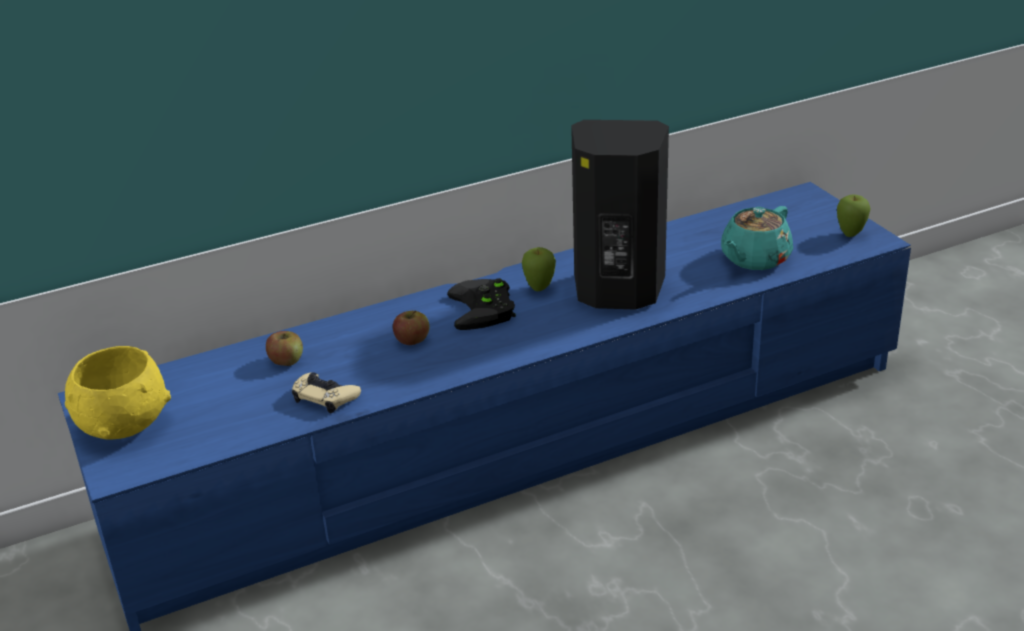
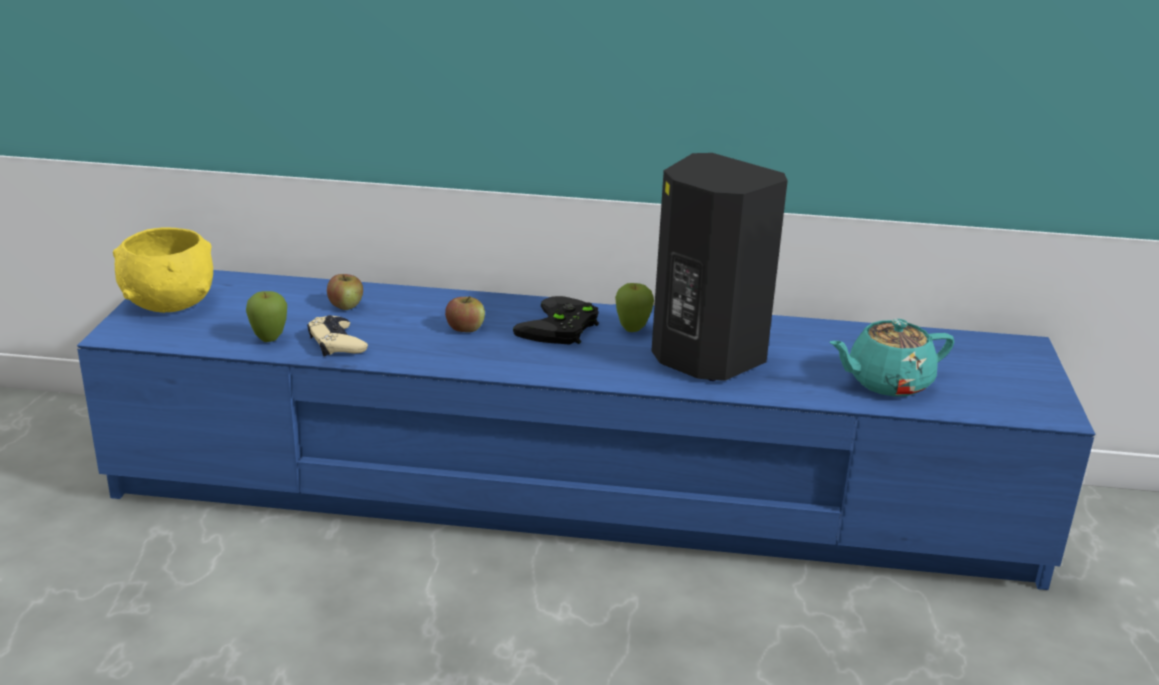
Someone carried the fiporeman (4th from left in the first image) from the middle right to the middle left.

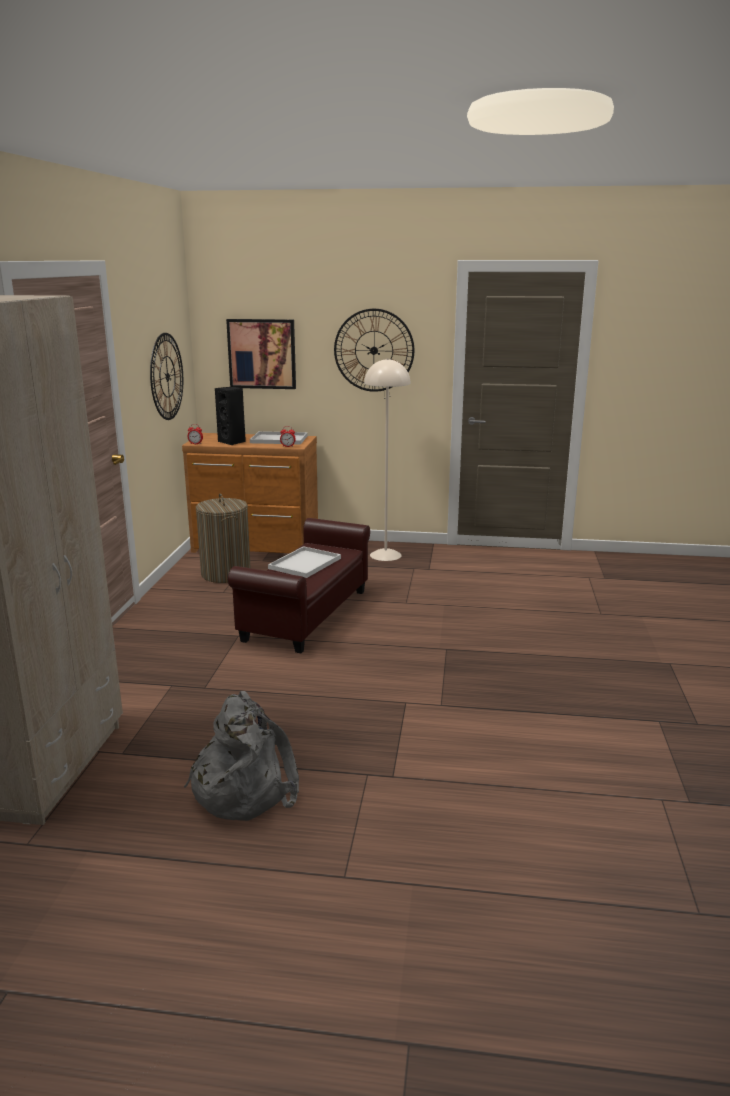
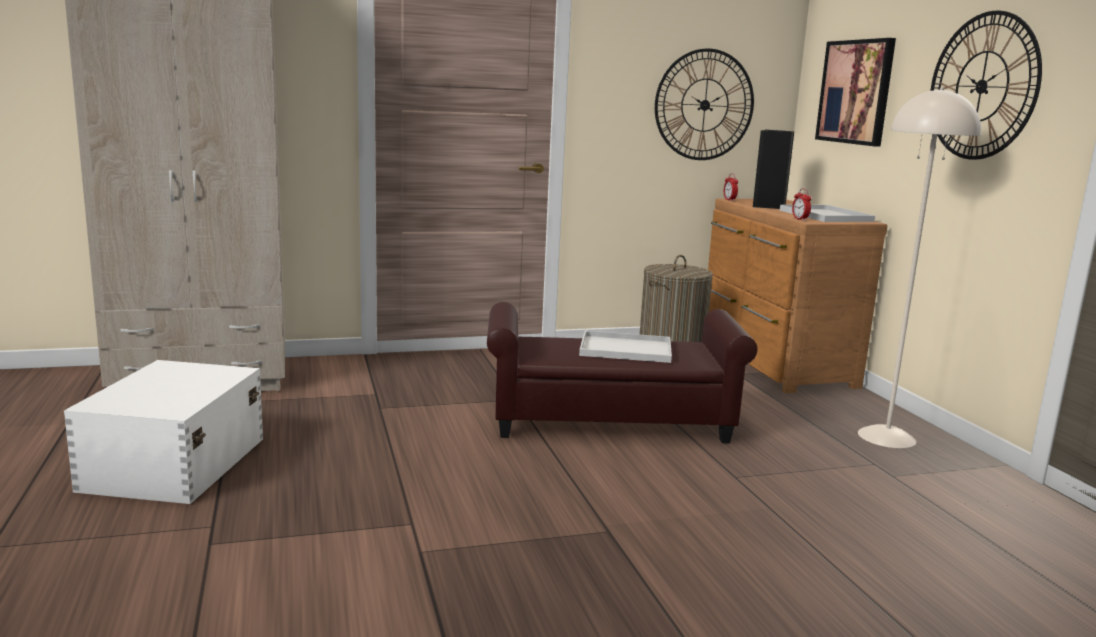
Someone swapped the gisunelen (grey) at the bottom left for the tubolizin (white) at the bottom left.

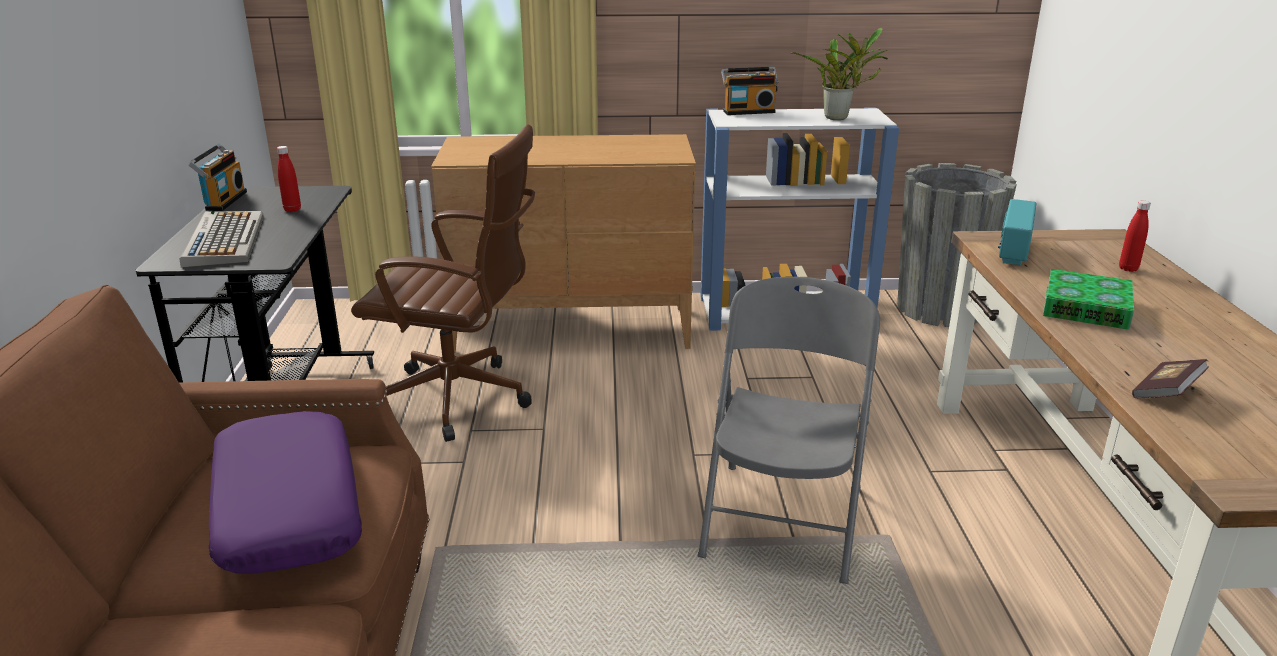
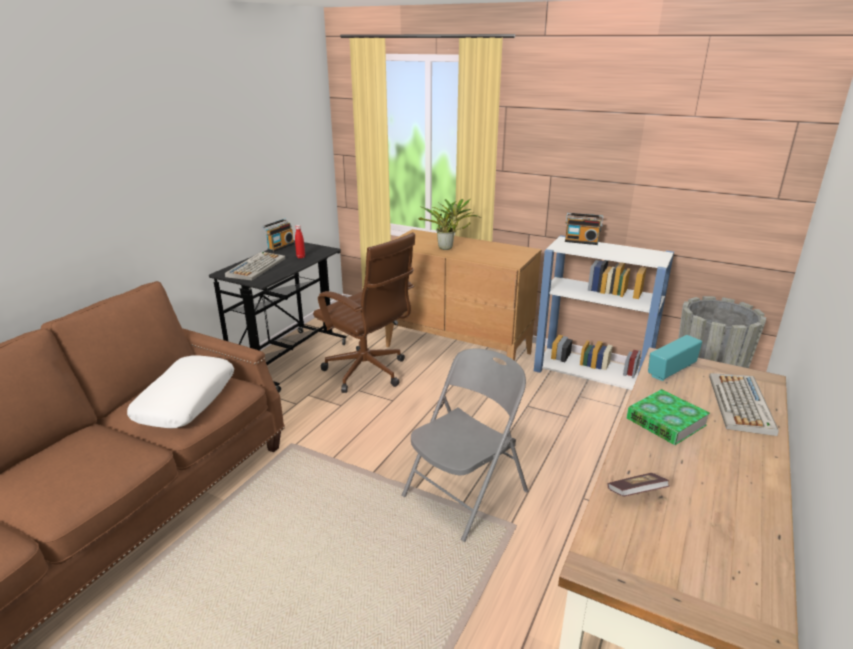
Someone carried the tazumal from the top centre to the centre. Someone swapped the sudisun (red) (2nd from left) at the middle right for the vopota (2nd from left) at the middle right. Someone repainted the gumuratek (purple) at the bottom left, which became the gumuratek (white) at the middle left.

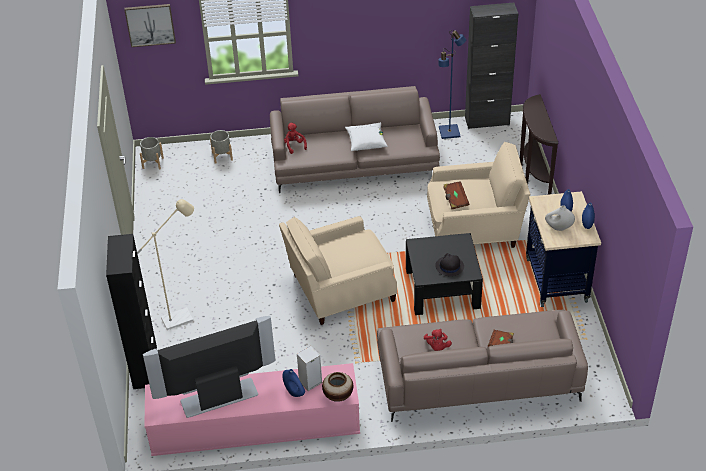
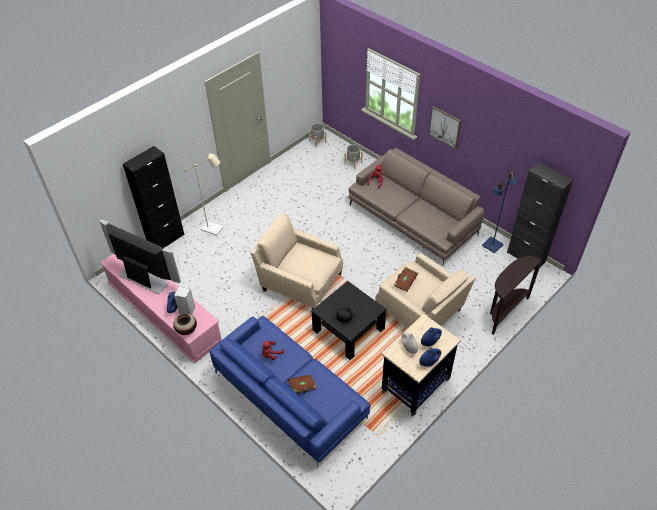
Someone carried the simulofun from the top left to the top right. Someone took away the gumuratek (white) at the top centre. Someone repainted the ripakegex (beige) (2nd from left) at the bottom right, which became the ripakegex (blue) at the bottom centre.

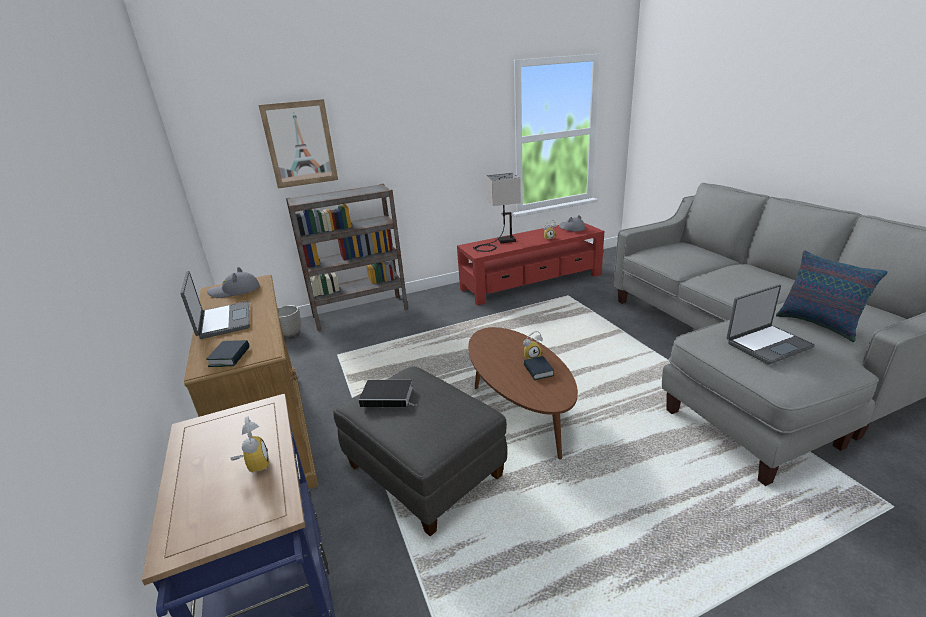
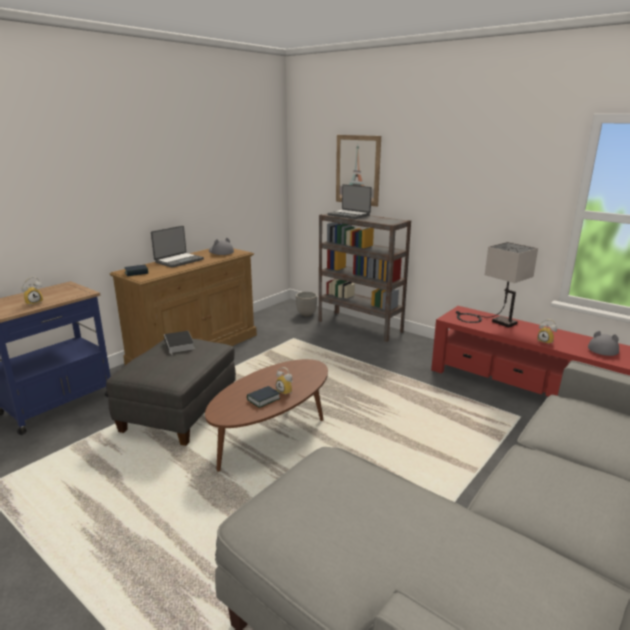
Someone took away the gumuratek (blue) at the middle right. Someone carried the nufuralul (2nd from left) from the middle right to the top centre.

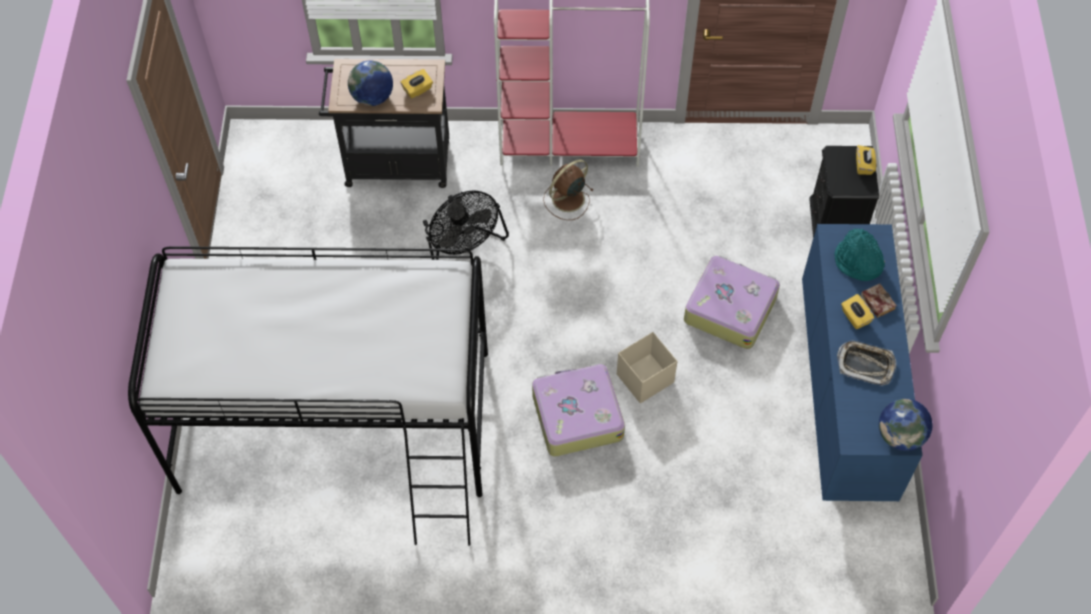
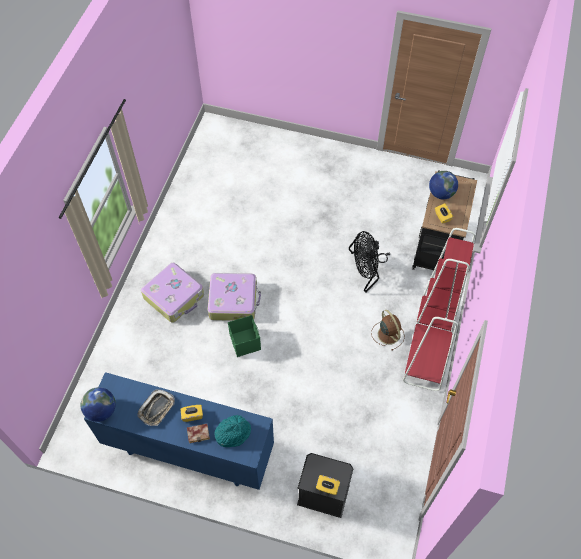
Someone took away the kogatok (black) at the middle left. Someone carried the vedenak (2nd from left in the first image) from the middle right to the middle left. Someone repainted the tubolizin (beige) at the centre, which became the tubolizin (green) at the centre.

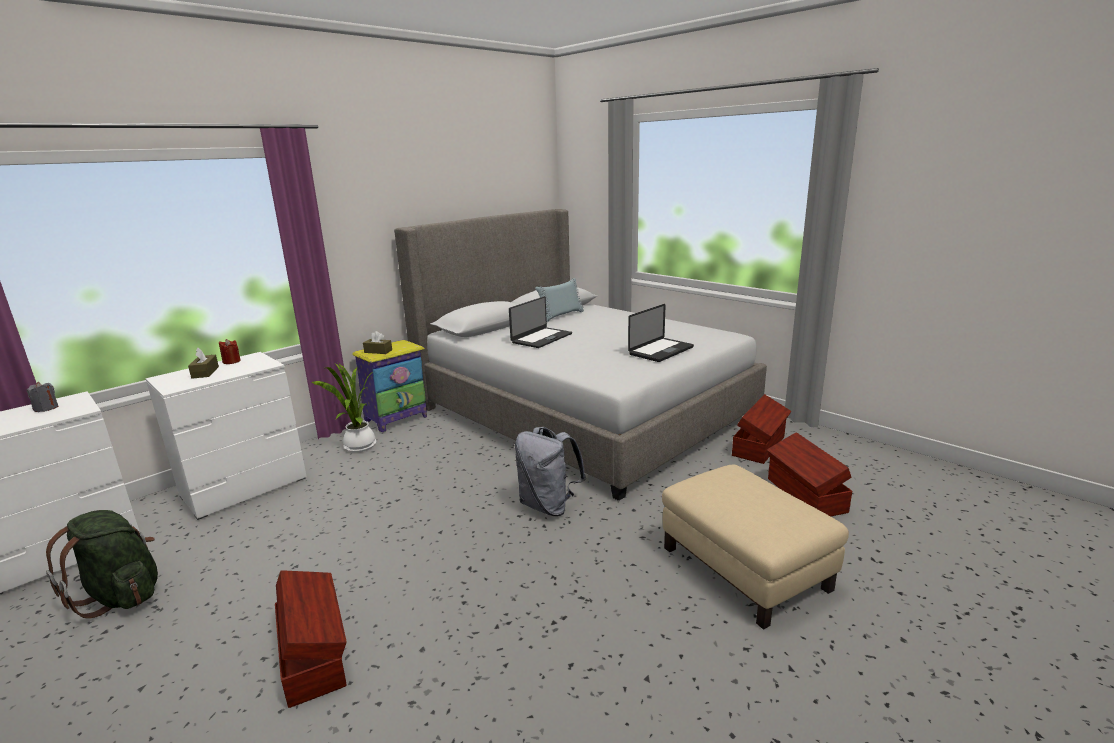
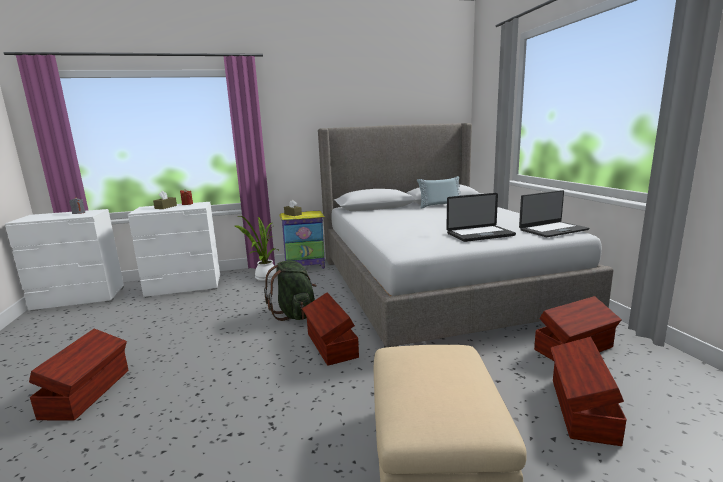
Someone carried the nufuralul (1st from left in the first image) from the centre to the middle right. Someone swapped the gisunelen (grey) at the centre for the tubolizin (brown) (2nd from left) at the bottom centre. Someone carried the gisunelen (green) from the bottom left to the centre.

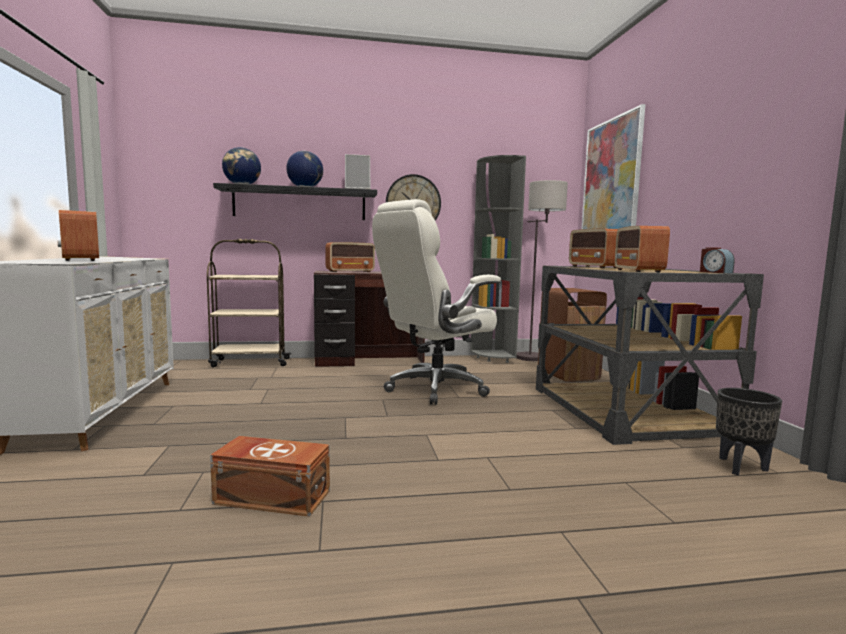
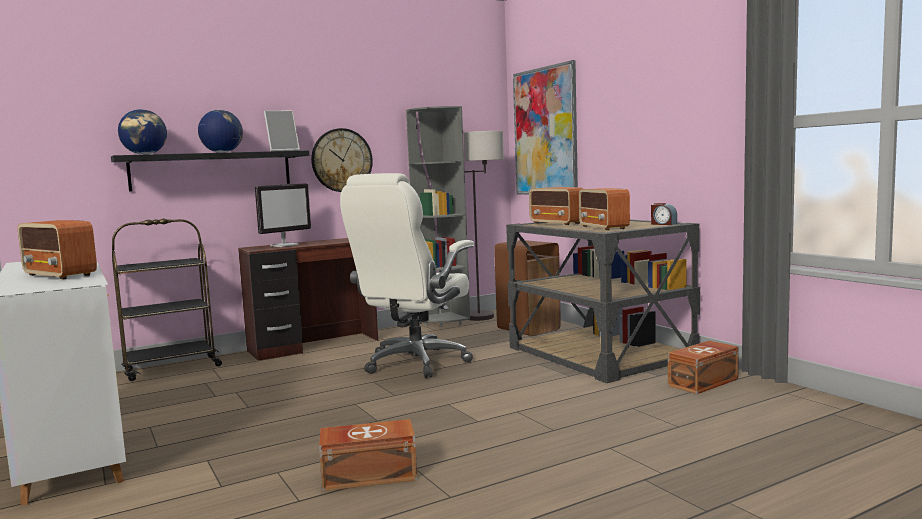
Someone repainted the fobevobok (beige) at the middle left, which became the fobevobok (black) at the middle left. Someone swapped the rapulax (2nd from left) at the centre for the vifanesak at the middle left. Someone swapped the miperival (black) at the bottom right for the tubolizin (brown) (2nd from left) at the bottom right.

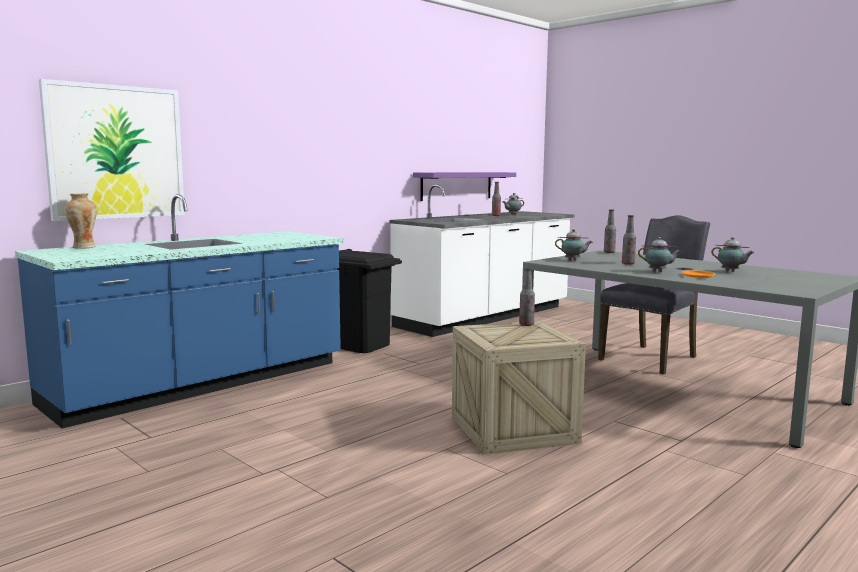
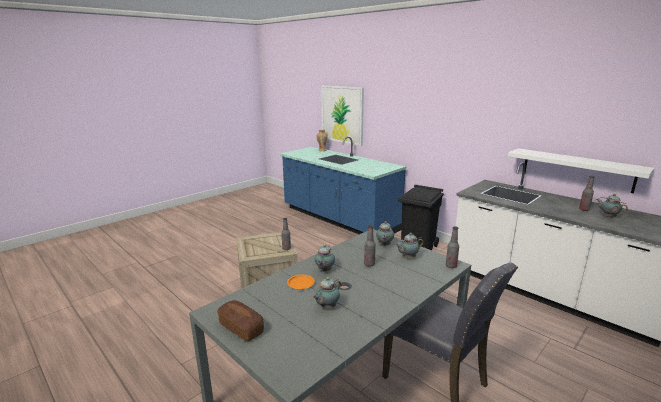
Someone repainted the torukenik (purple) at the top centre, which became the torukenik (white) at the middle right. Someone put down the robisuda (4th from left) at the centre. Someone put down the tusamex at the bottom centre.

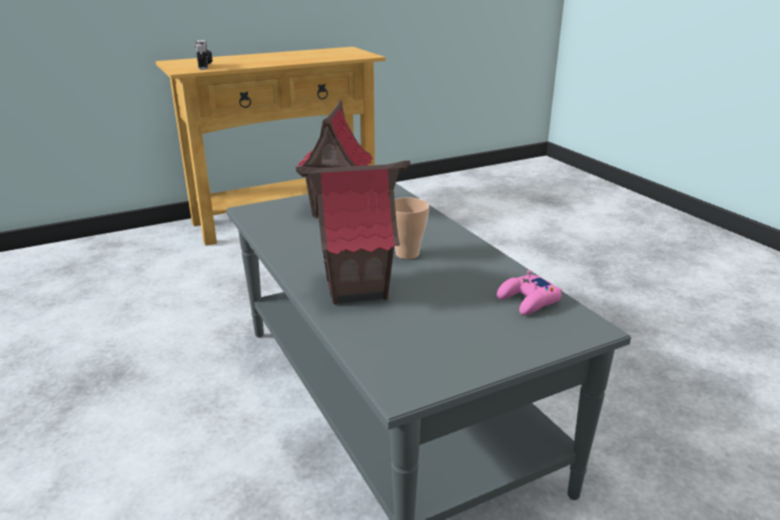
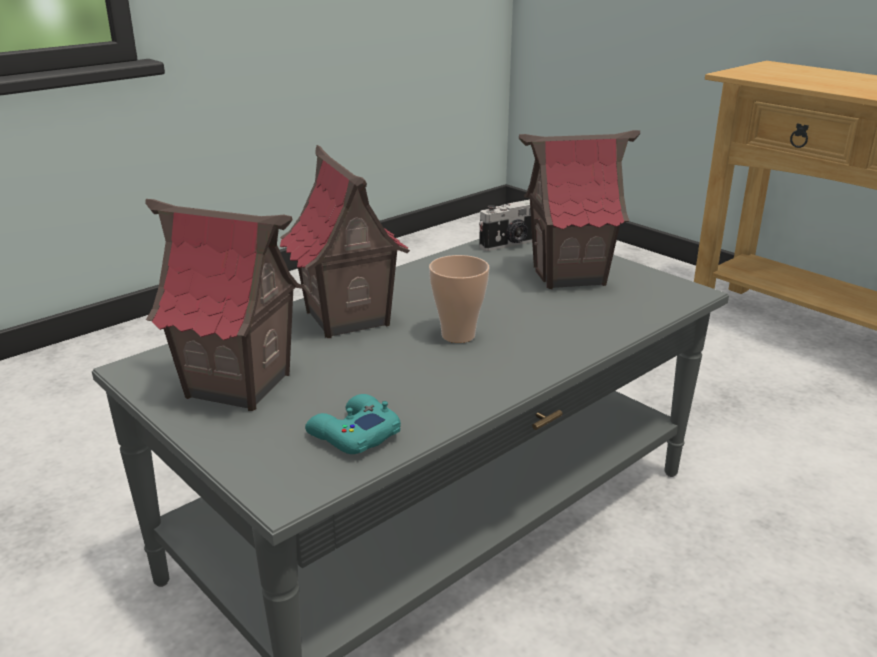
Someone carried the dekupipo from the top left to the centre. Someone repainted the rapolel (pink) at the middle right, which became the rapolel (turquoise) at the centre. Someone put down the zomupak (1st from left) at the middle left.

